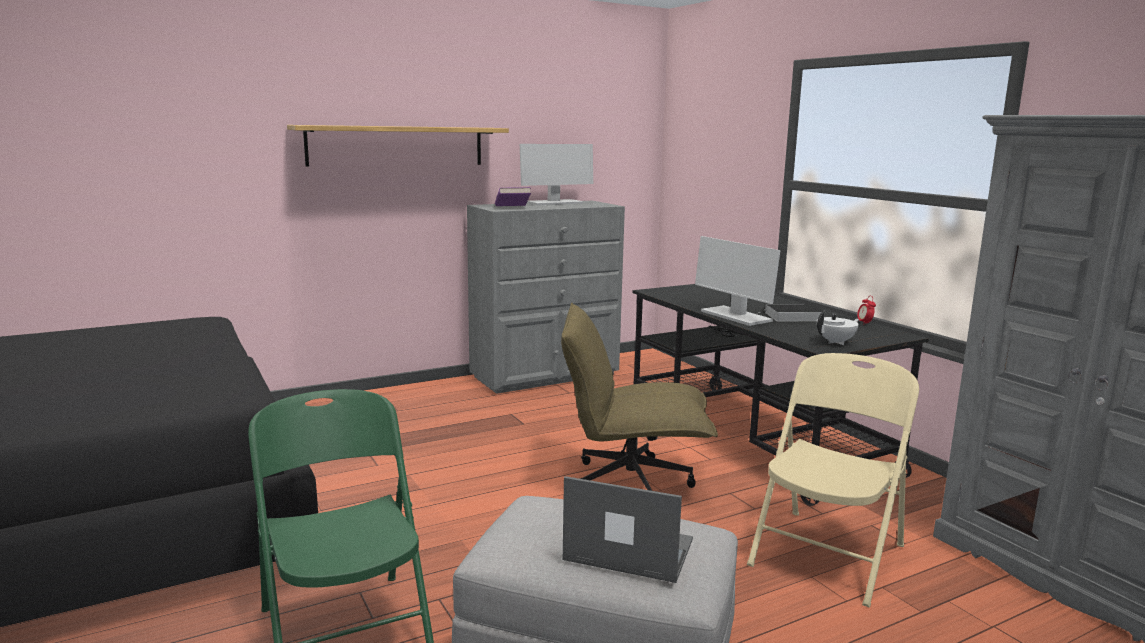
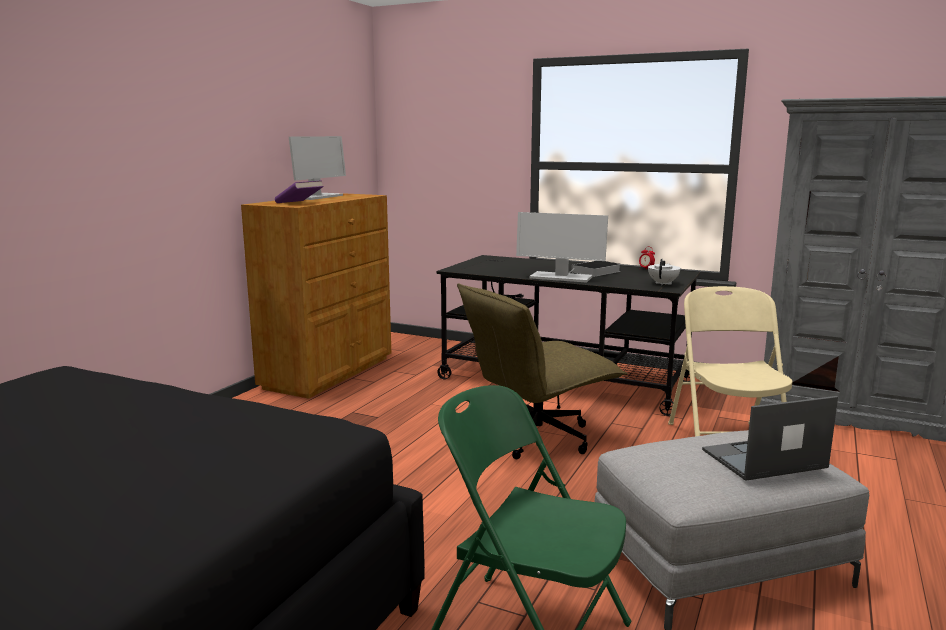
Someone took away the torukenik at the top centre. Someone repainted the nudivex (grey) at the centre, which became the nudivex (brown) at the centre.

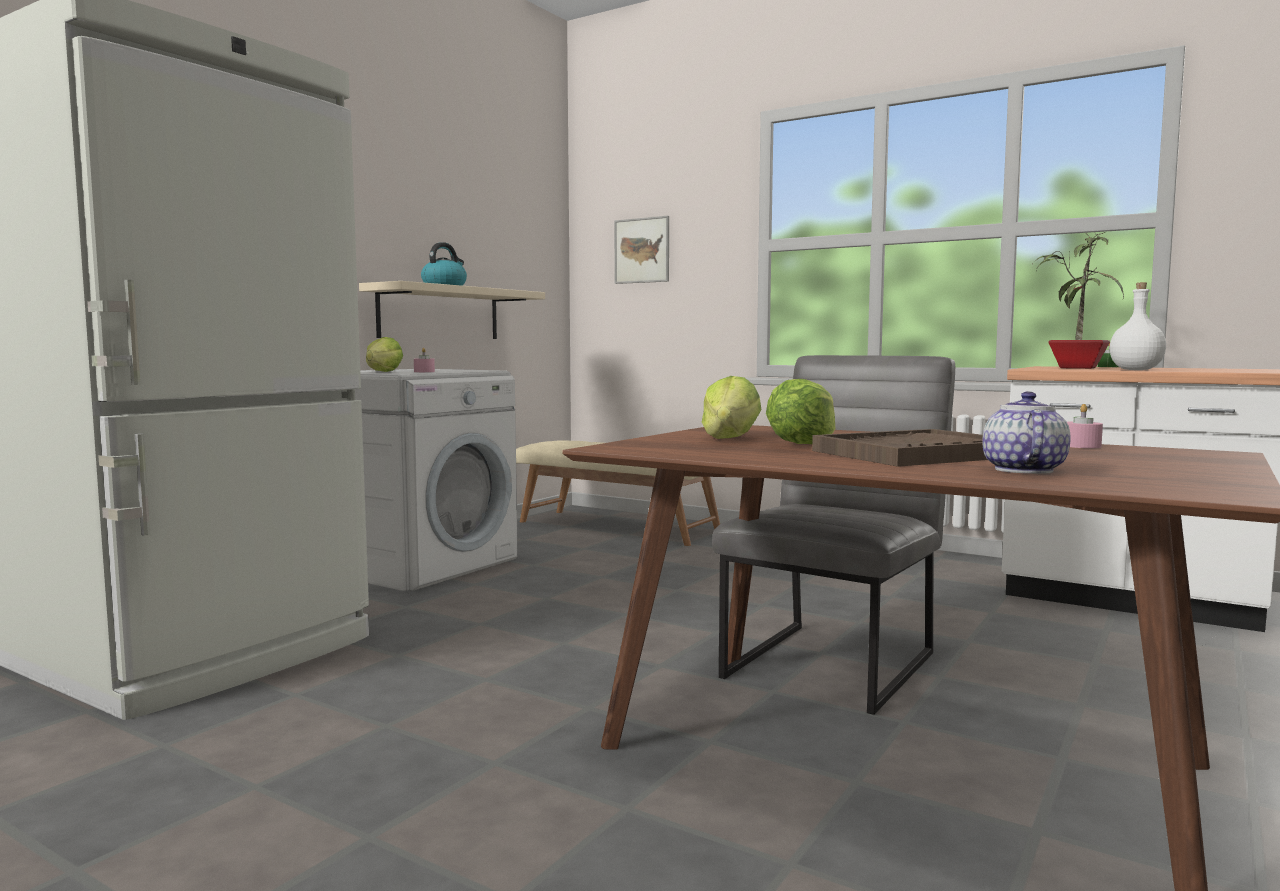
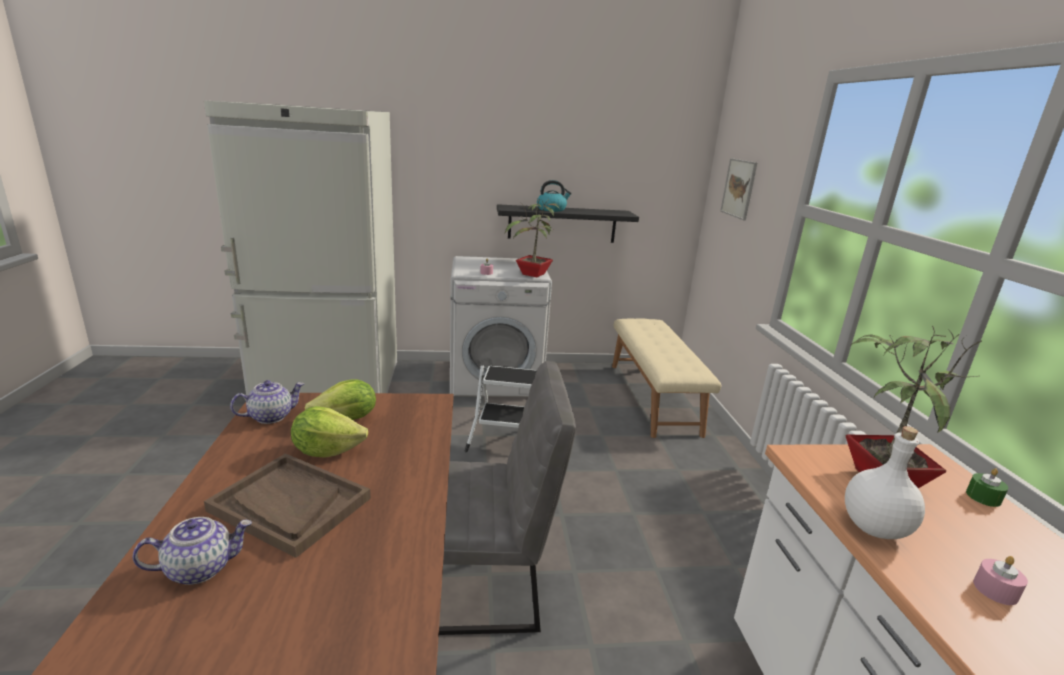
Someone repainted the torukenik (beige) at the centre, which became the torukenik (black) at the top centre. Someone took away the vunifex (1st from left) at the middle left. Someone carried the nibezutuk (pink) (2nd from left) from the middle right to the bottom right. Someone put down the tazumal (1st from left) at the centre. Someone put down the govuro at the centre. Someone put down the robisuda (2nd from left) at the middle left.

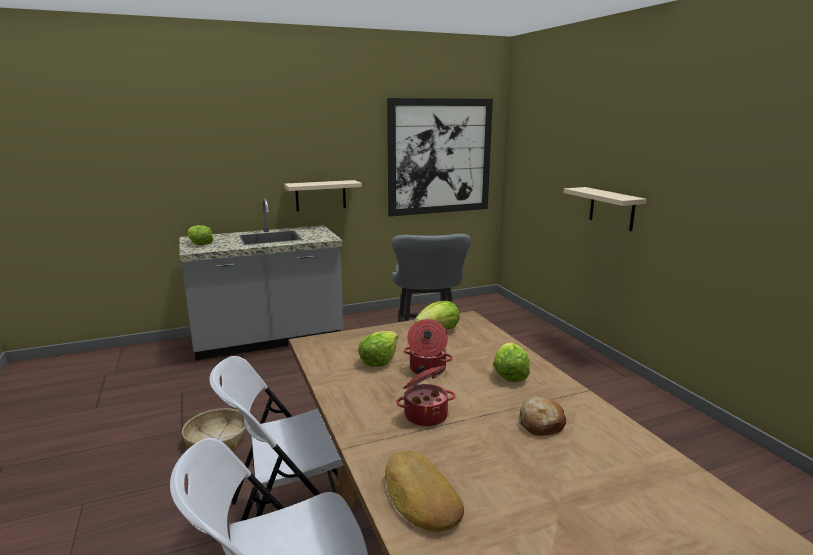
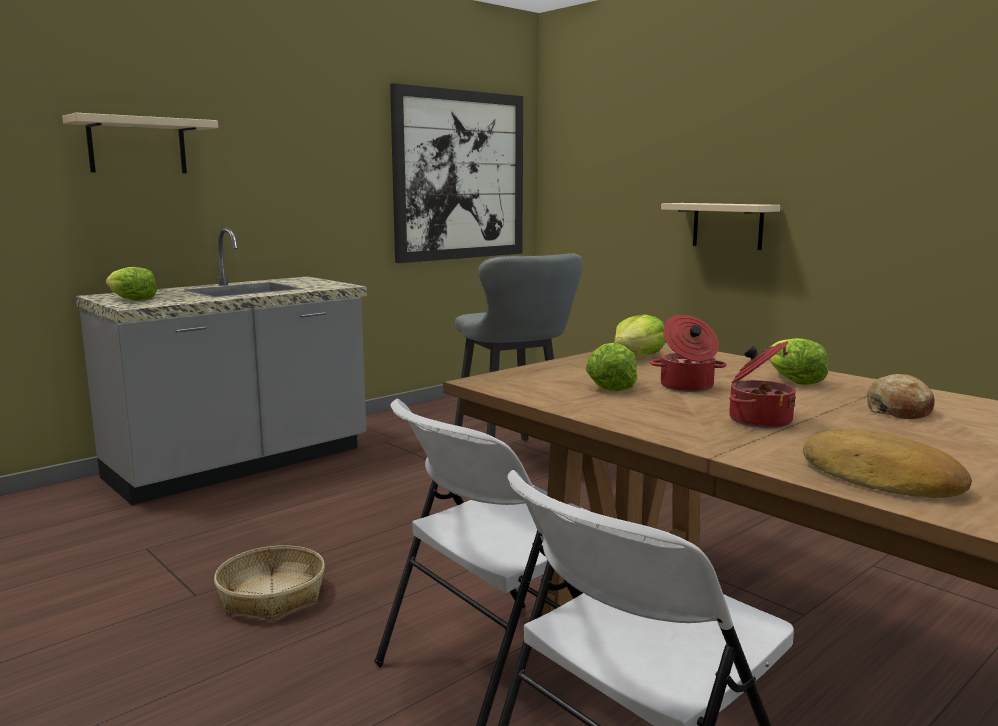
Someone carried the torukenik (beige) (1st from left) from the centre to the top left.

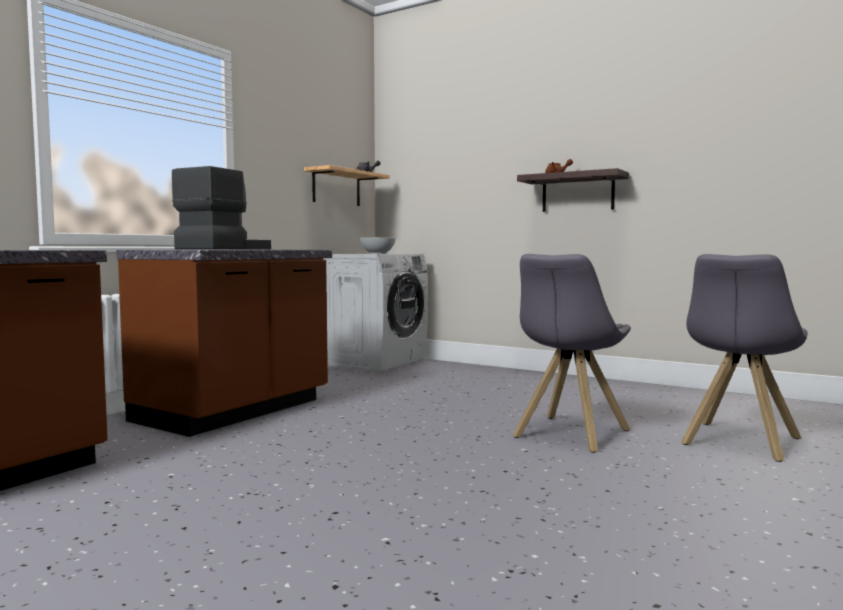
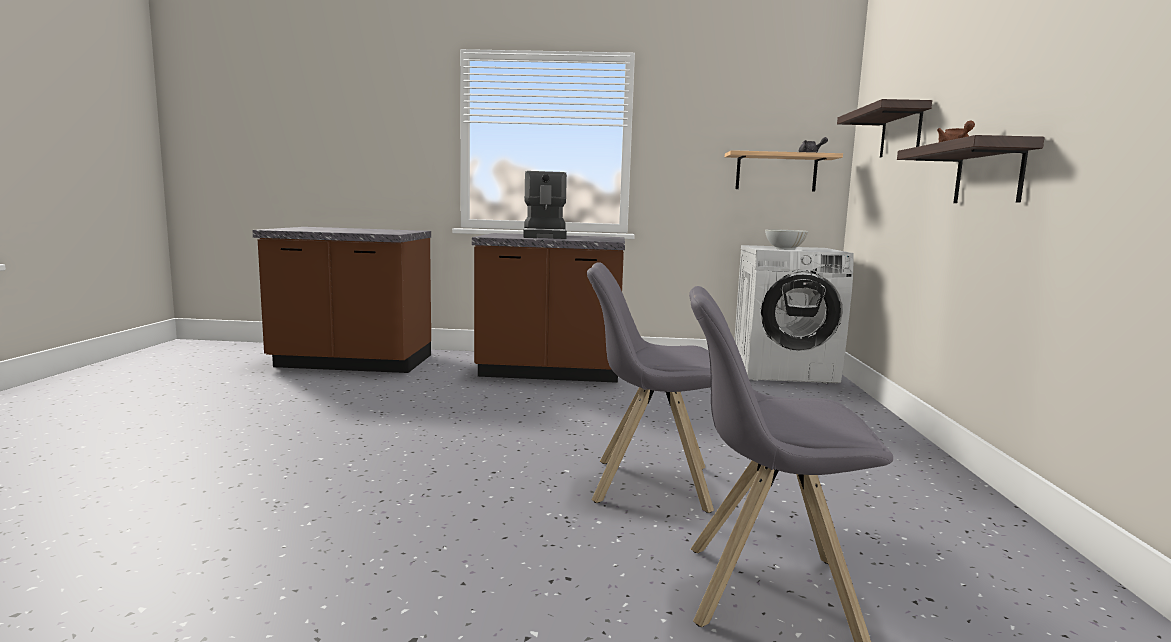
Someone rotated the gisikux at the middle left by 90 degrees clockwise. Someone put up the torukenik (2nd from left) at the top right.

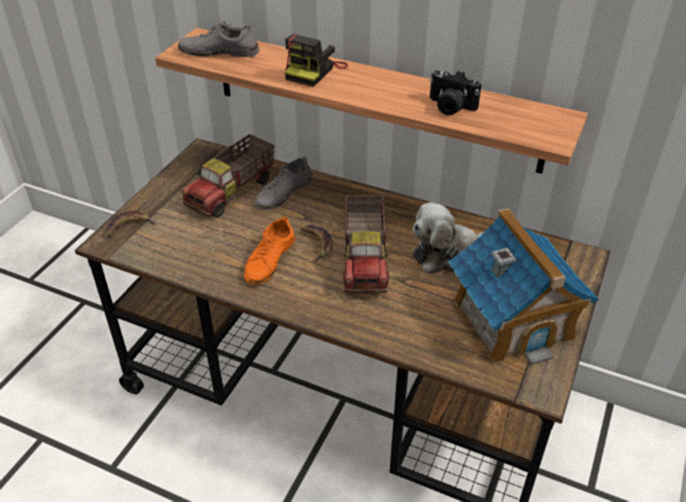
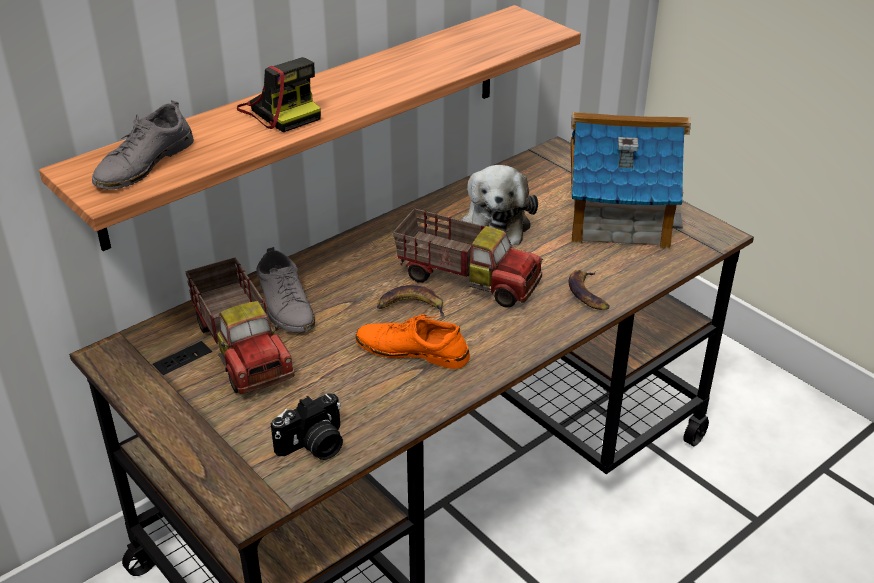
Someone carried the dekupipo (2nd from left) from the top centre to the bottom centre. Someone carried the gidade (1st from left in the first image) from the middle left to the middle right. Someone rotated the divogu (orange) at the centre by 150 degrees clockwise.

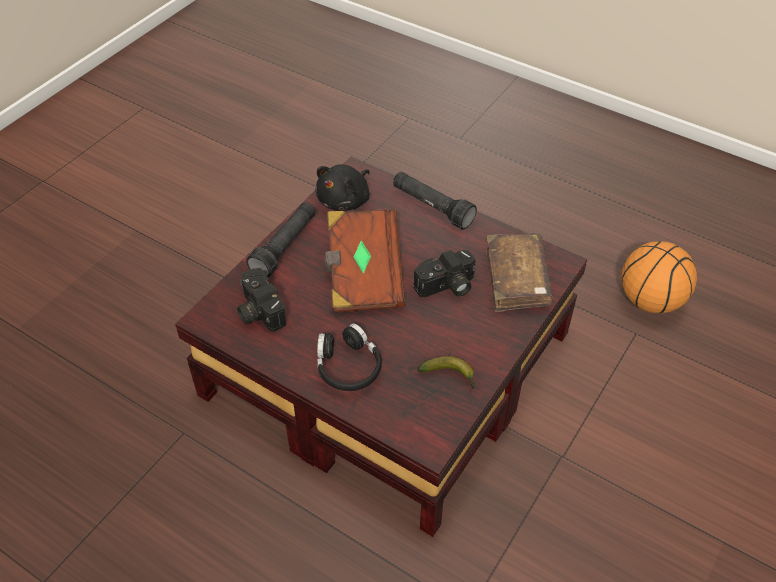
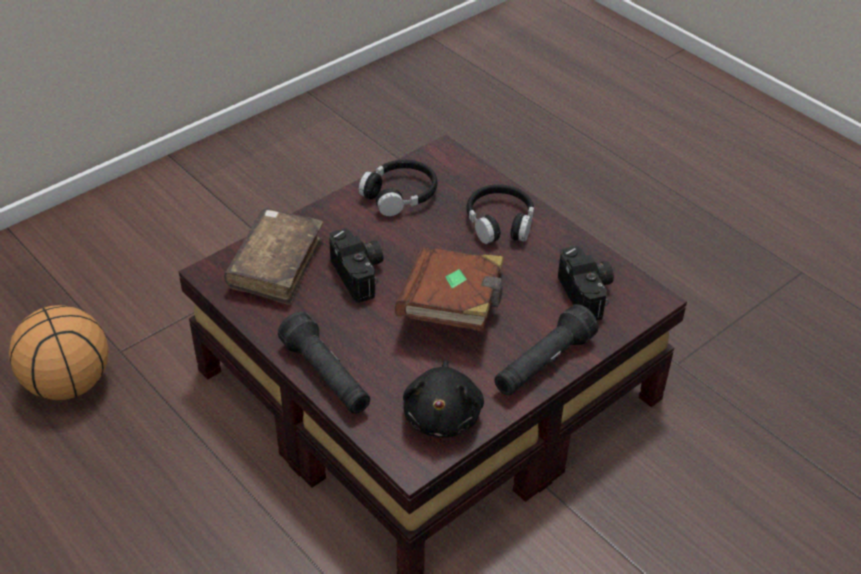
Someone rotated the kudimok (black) at the top centre by 135 degrees clockwise. Someone rotated the dekupipo (2nd from left in the first image) at the centre by 75 degrees clockwise. Someone swapped the gidade at the centre for the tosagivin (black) (1st from left) at the top centre.

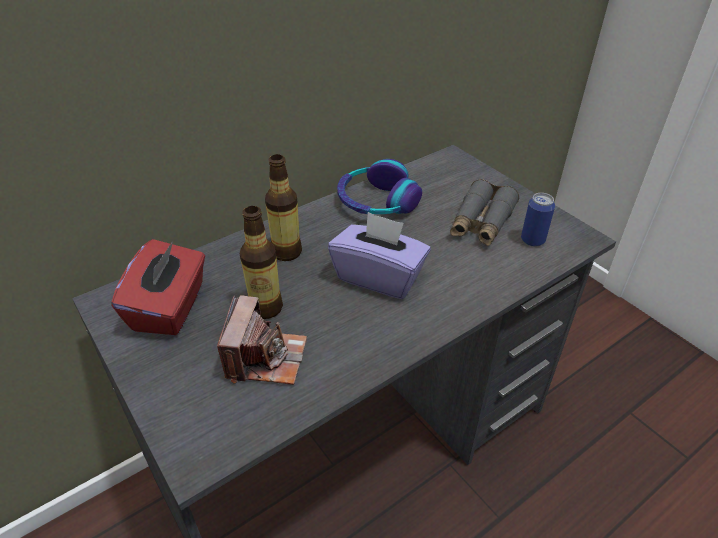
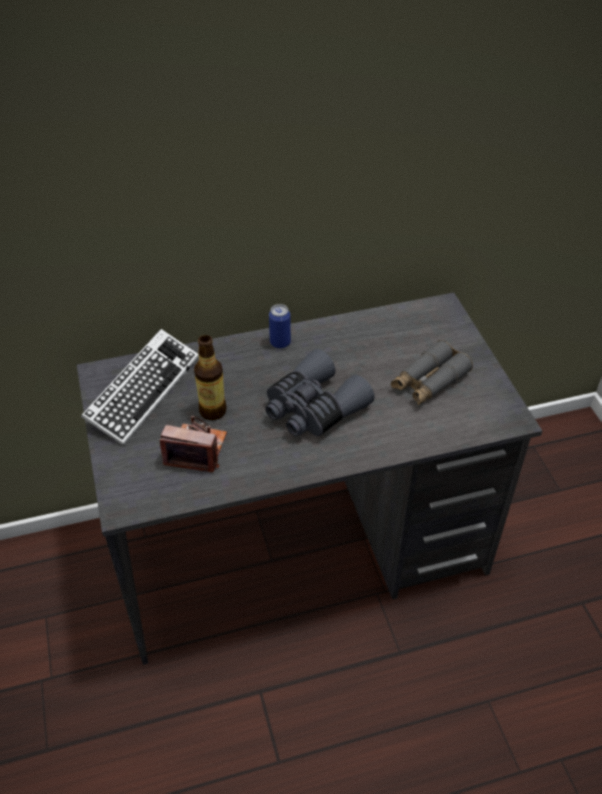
Someone took away the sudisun (2nd from left) at the centre. Someone took away the tosagivin at the centre. Someone carried the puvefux from the middle right to the centre. Someone swapped the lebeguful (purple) at the centre for the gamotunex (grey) (1st from left) at the centre. Someone swapped the lebeguful (red) at the middle left for the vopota at the middle left. Someone rotated the dekupipo at the centre by 105 degrees counterclockwise.

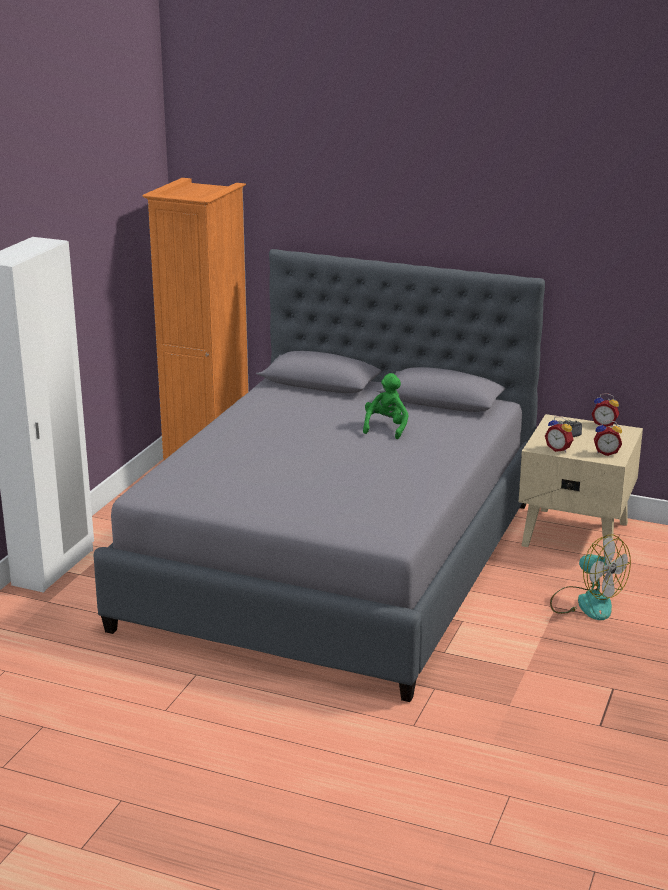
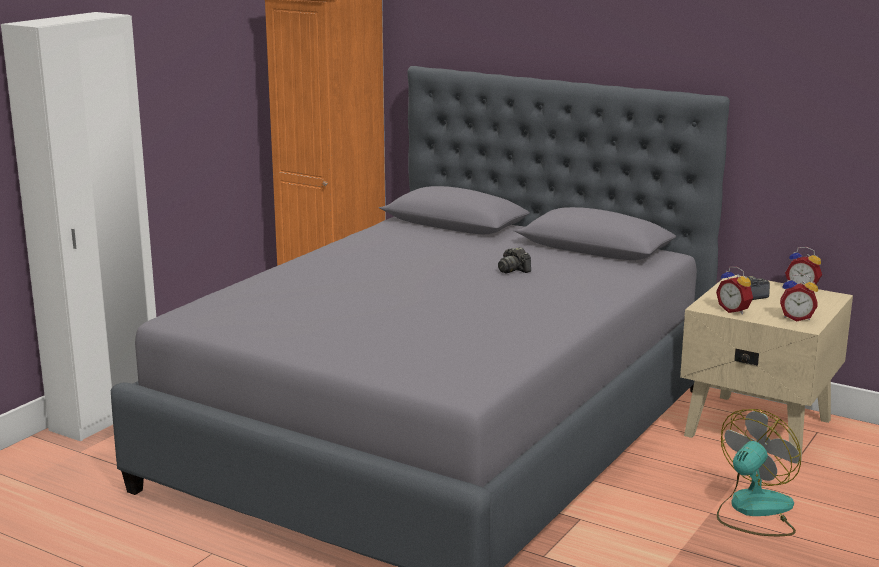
Someone swapped the kudimok (green) at the centre for the dekupipo (1st from left) at the centre. Someone rotated the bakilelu at the middle right by 105 degrees counterclockwise.

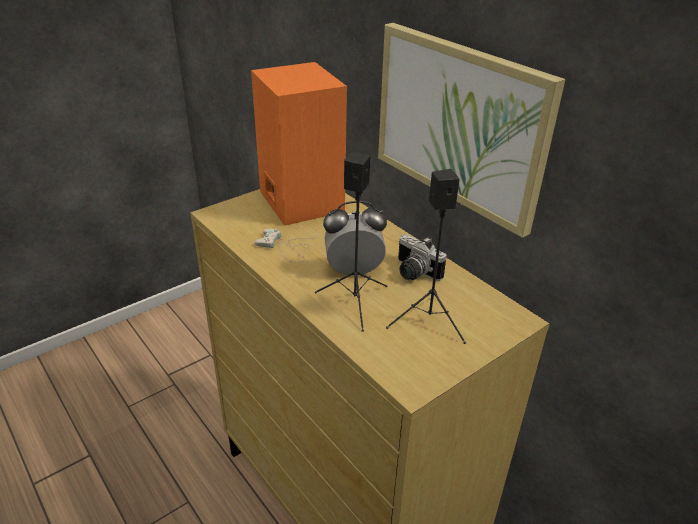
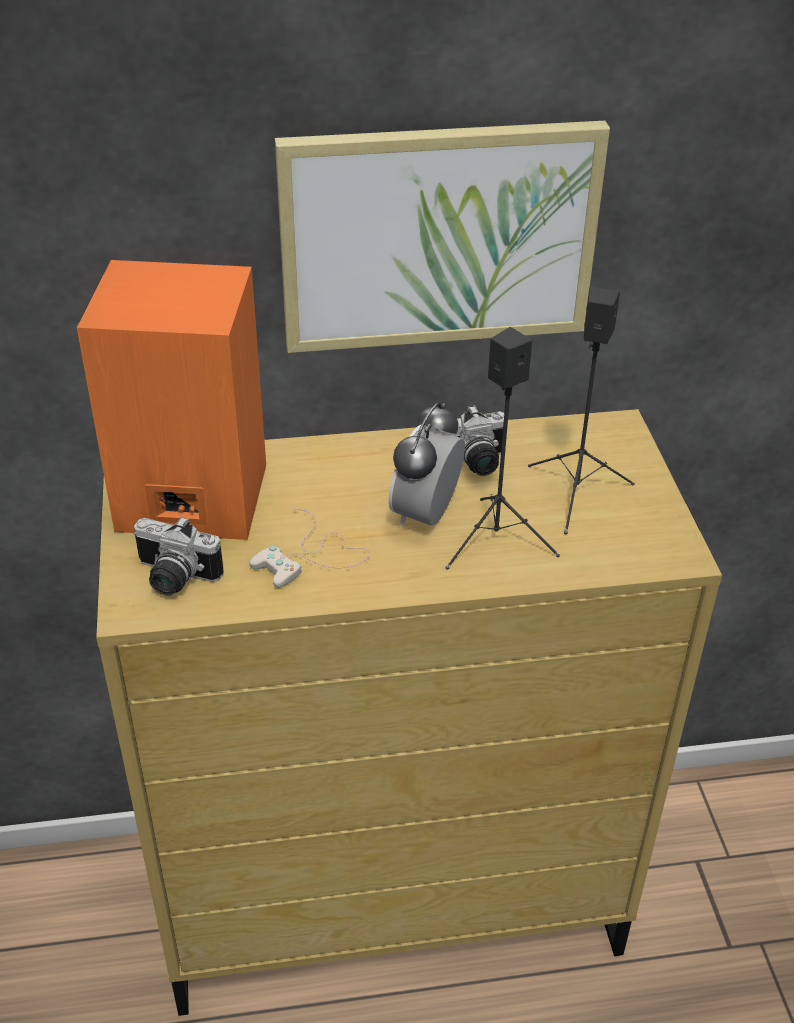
Someone put down the dekupipo (1st from left) at the middle left.

